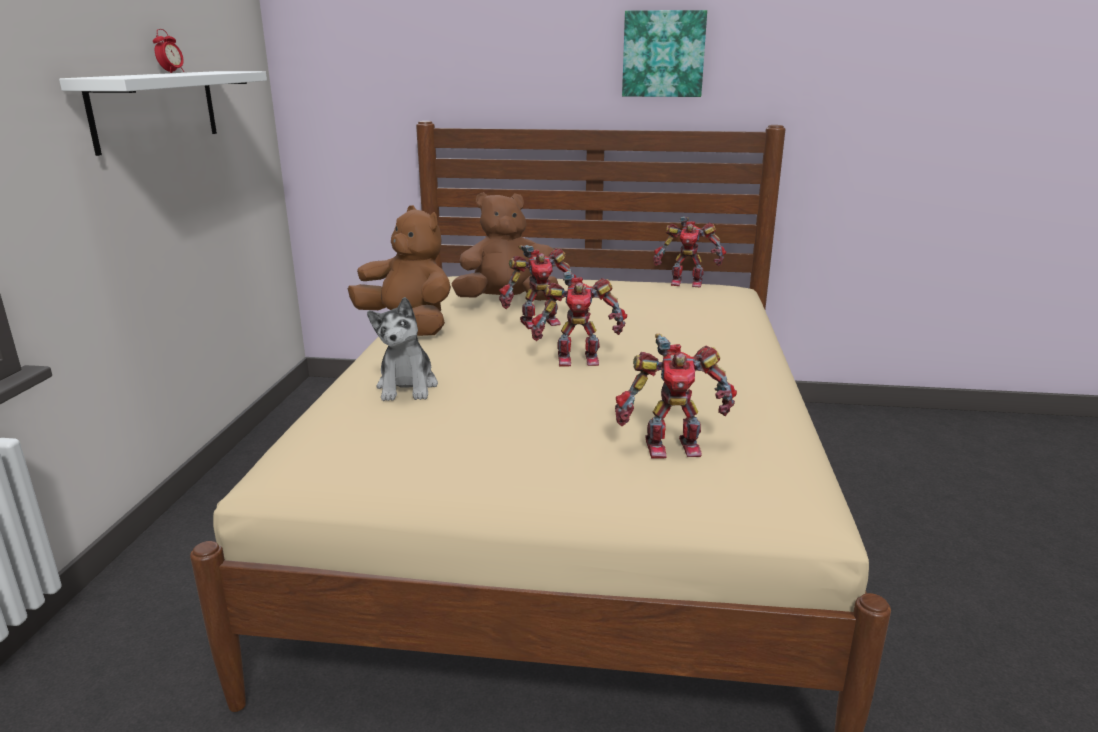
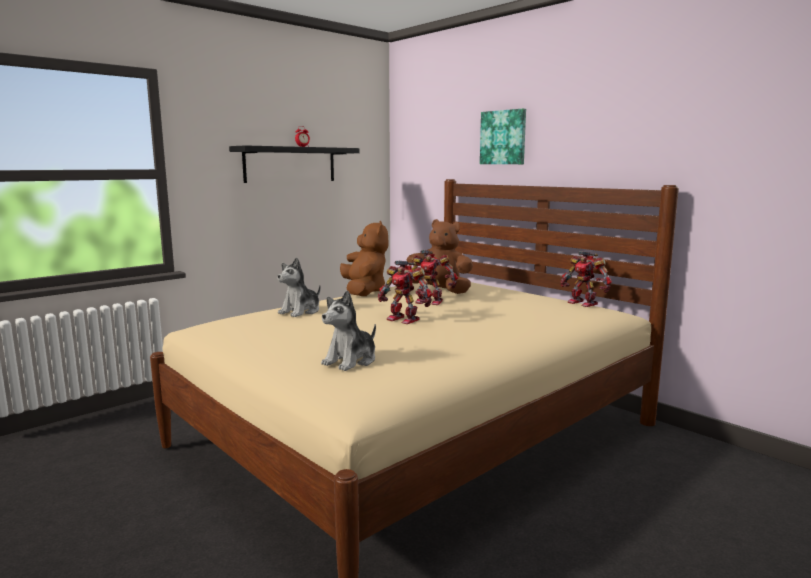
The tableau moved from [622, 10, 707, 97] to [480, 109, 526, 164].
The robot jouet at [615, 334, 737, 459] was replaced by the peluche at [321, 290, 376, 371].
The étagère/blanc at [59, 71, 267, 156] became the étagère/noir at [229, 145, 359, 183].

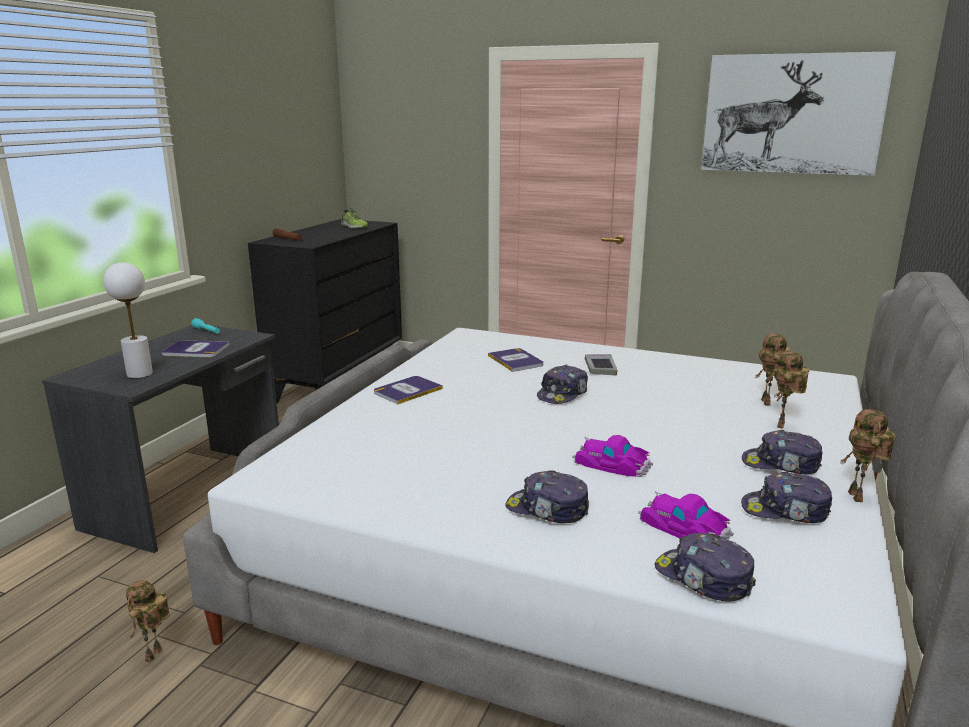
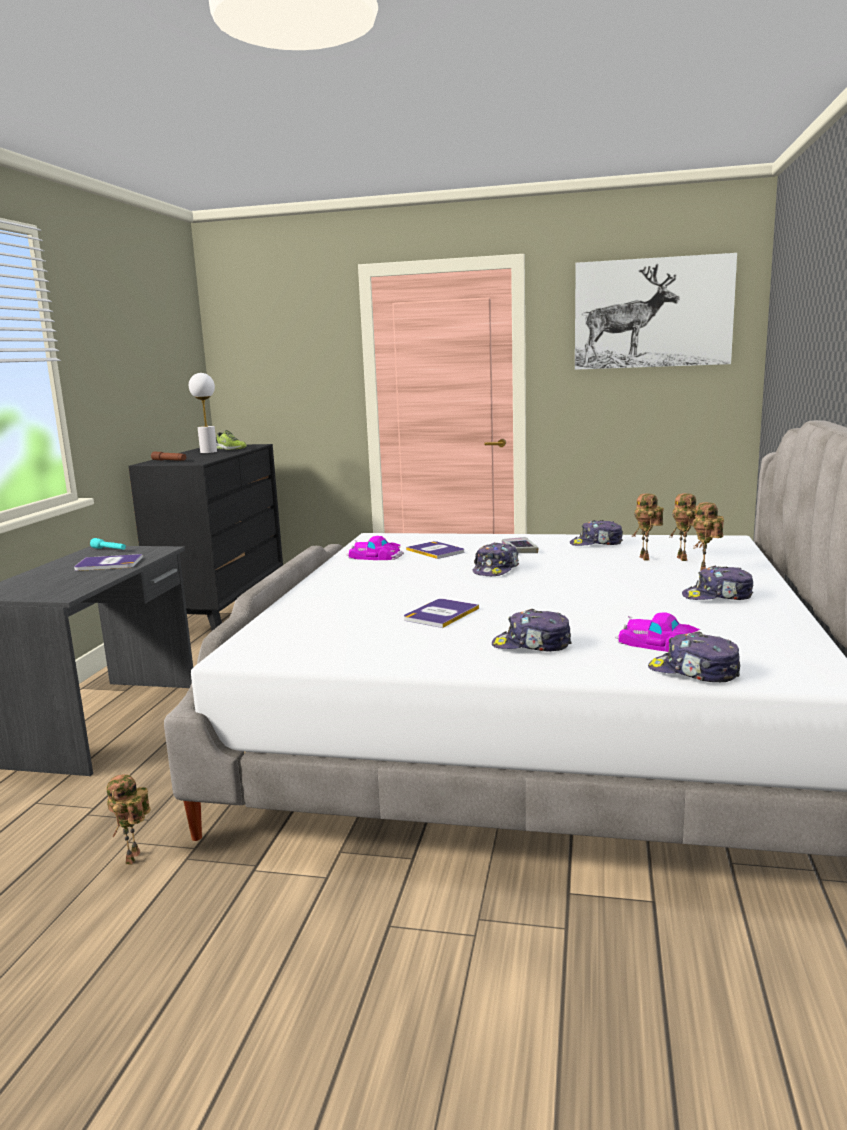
The lampe de table/blanc moved from [103, 262, 153, 378] to [189, 373, 217, 453].
The livre moved from [374, 376, 443, 404] to [404, 599, 479, 628].
The petite voiture moved from [572, 435, 653, 477] to [347, 536, 404, 560].
The casquette moved from [741, 471, 832, 523] to [570, 520, 623, 546].
The robot jouet moved from [840, 409, 896, 502] to [632, 493, 664, 561].

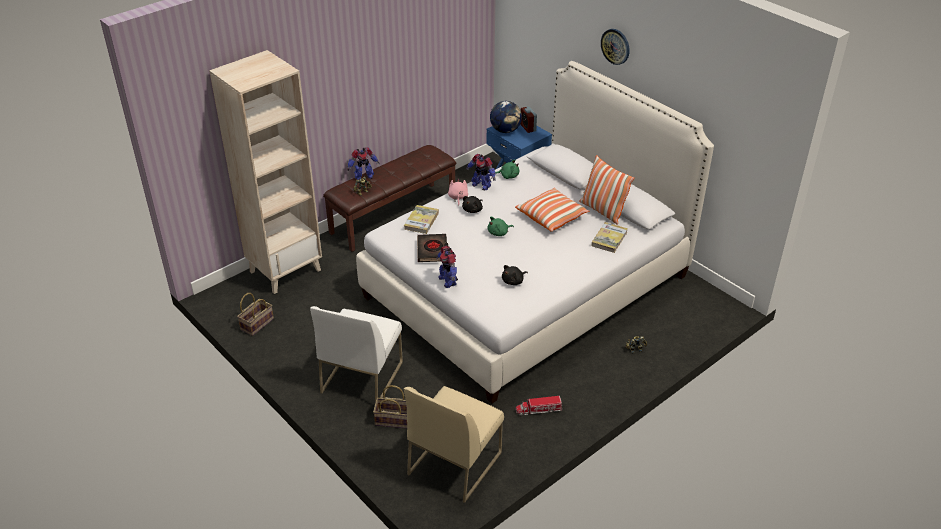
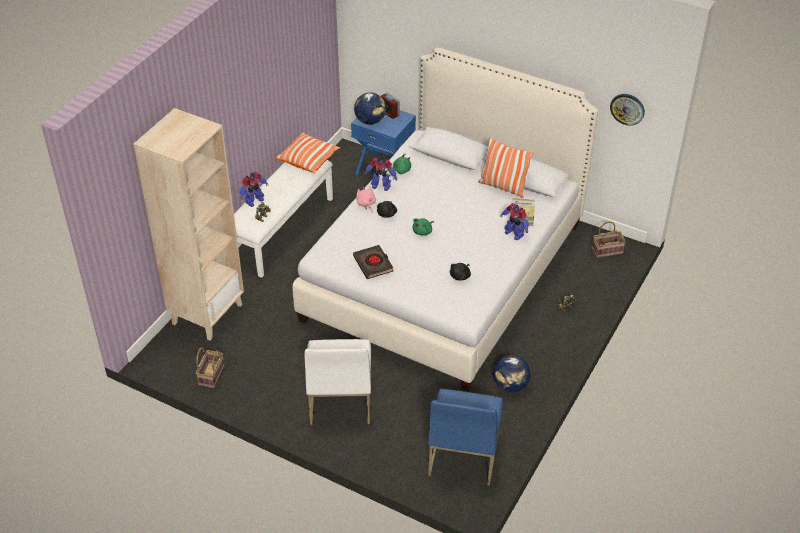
The livre at [404, 205, 439, 234] disappeared.
The panier moved from [373, 385, 407, 429] to [592, 222, 626, 258].
The robot jouet moved from [436, 246, 458, 288] to [500, 203, 529, 240].
The coussin moved from [515, 188, 589, 232] to [275, 133, 340, 173].
The horloge murale moved from [601, 29, 630, 65] to [610, 94, 645, 126].
The camion jouet at [516, 396, 563, 416] was replaced by the globe at [494, 355, 531, 392].
The banc/marron at [323, 145, 457, 252] became the banc/blanc at [234, 160, 333, 278].
The chaise/beige at [404, 386, 504, 503] became the chaise/bleu at [428, 389, 503, 486].

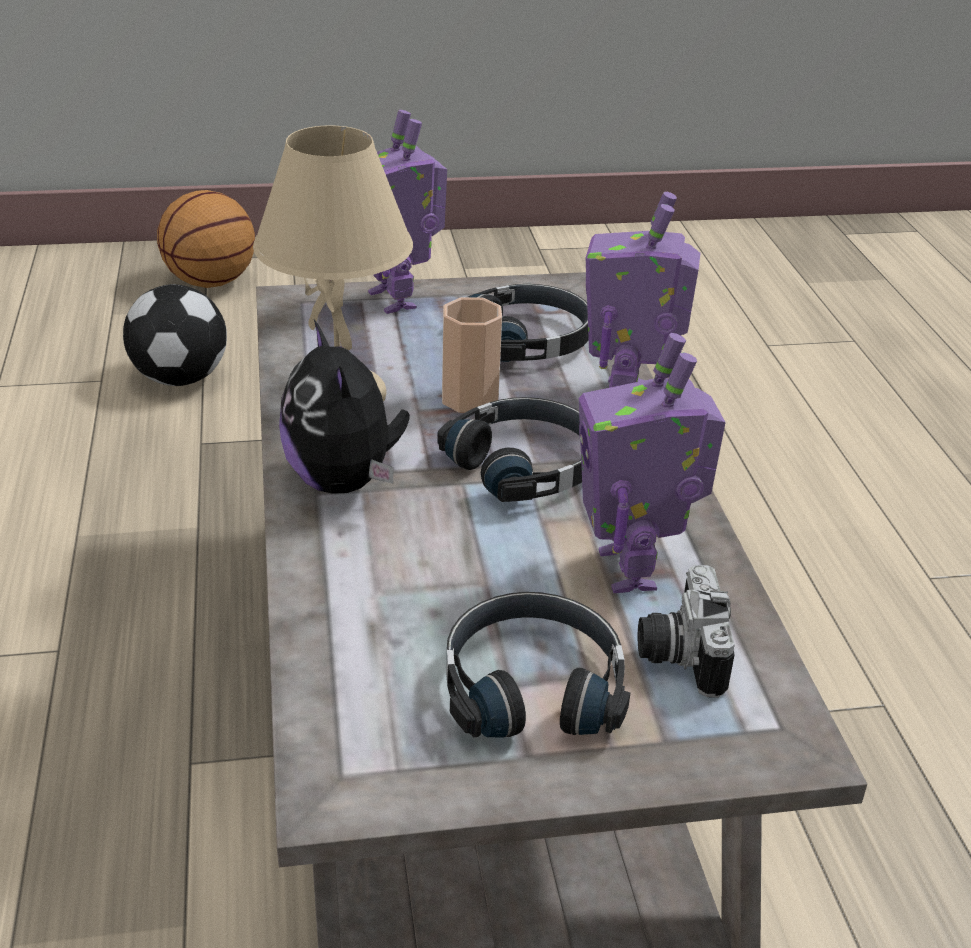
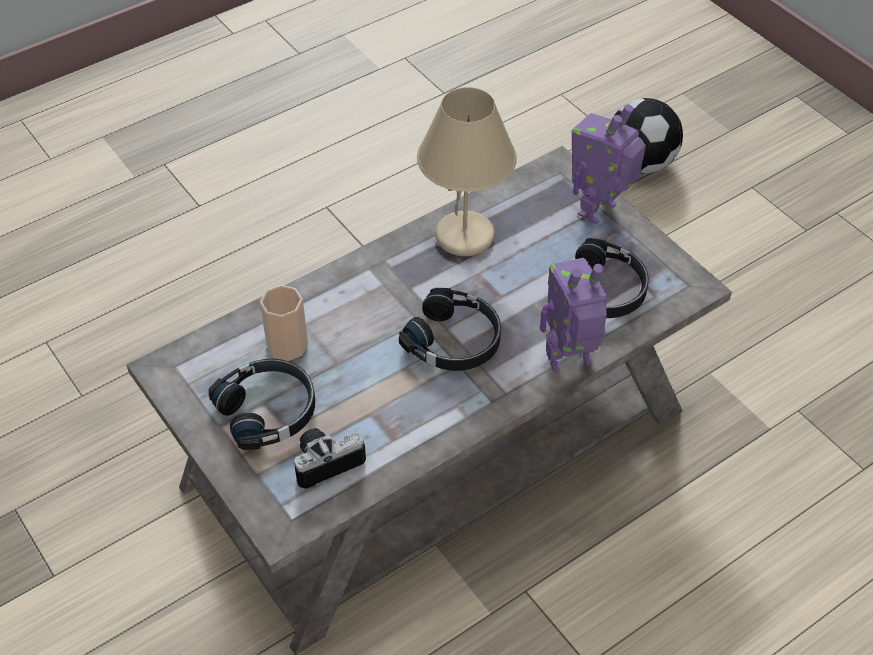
The ballon de basket at [157, 190, 255, 288] disappeared.
The peluche at [279, 320, 410, 494] disappeared.
The robot jouet at [579, 333, 726, 593] disappeared.
The tasse moved from [442, 297, 502, 413] to [260, 285, 308, 361].

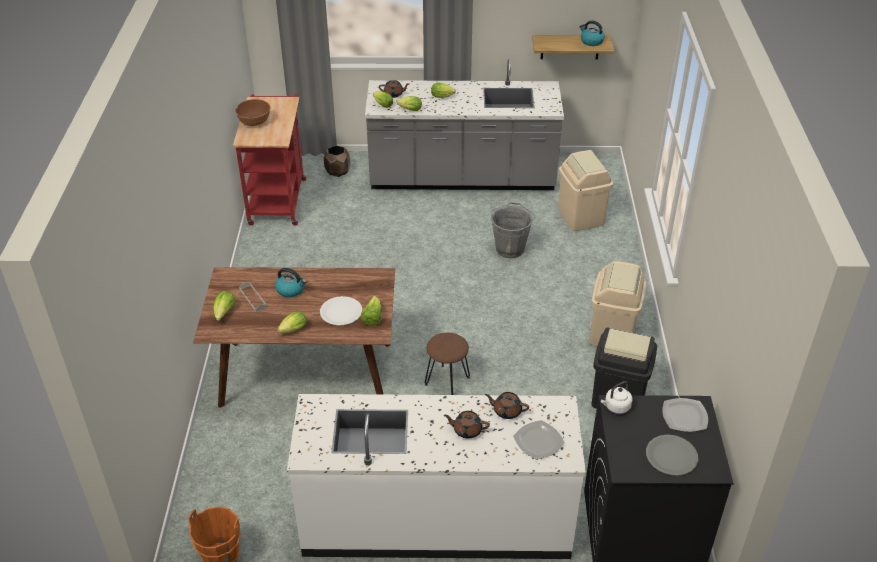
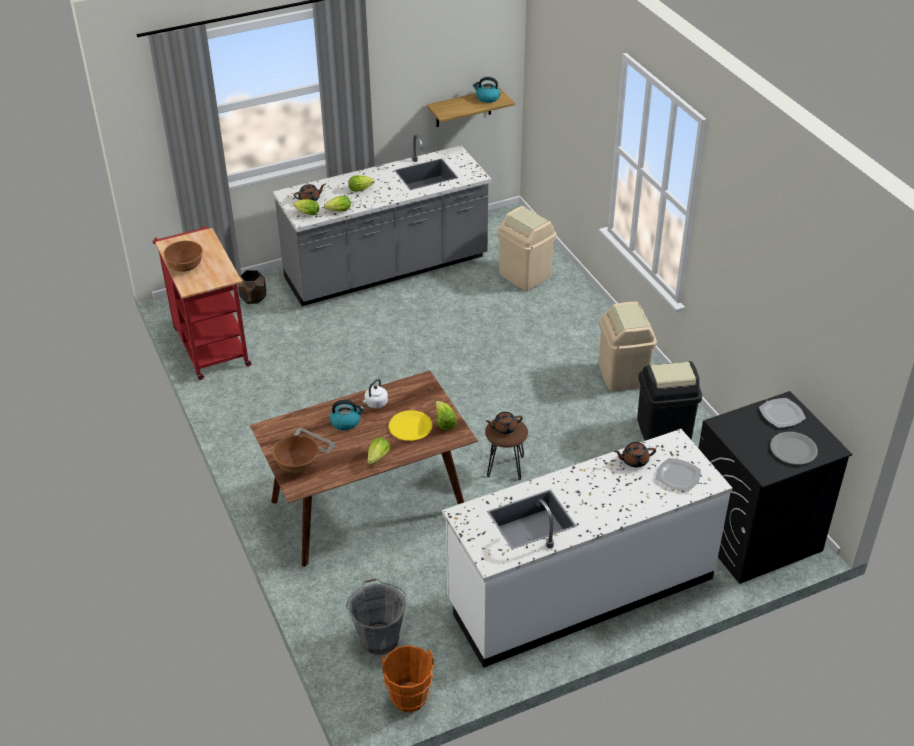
The théière/marron moved from [444, 411, 490, 439] to [485, 412, 523, 434].
The seau/gris moved from [491, 202, 536, 258] to [346, 578, 406, 655].
The bouilloire/blanc moved from [601, 381, 633, 414] to [362, 379, 388, 408].
The laitue at [213, 291, 236, 321] was replaced by the bol/marron at [273, 435, 319, 473].
The assiette/blanc at [320, 296, 362, 326] became the assiette/jaune at [389, 410, 432, 441].

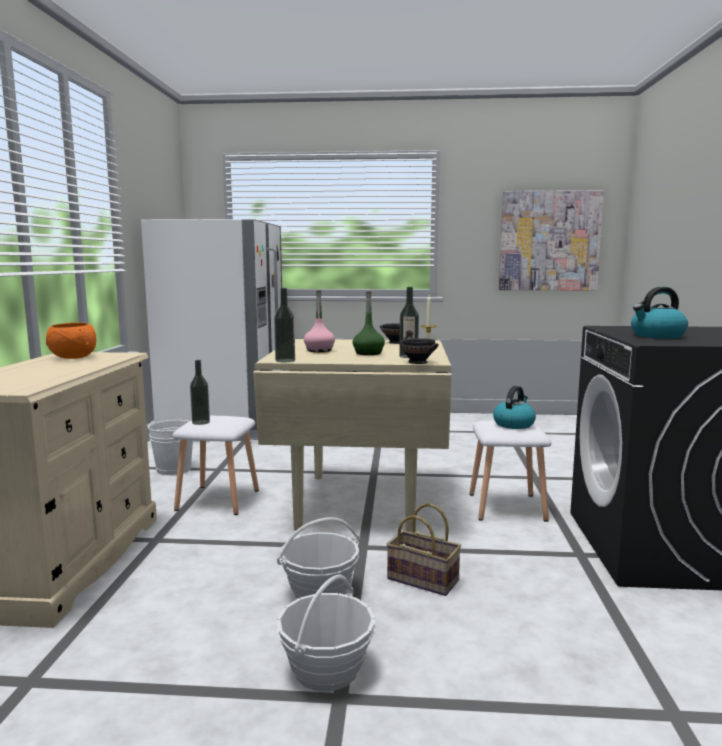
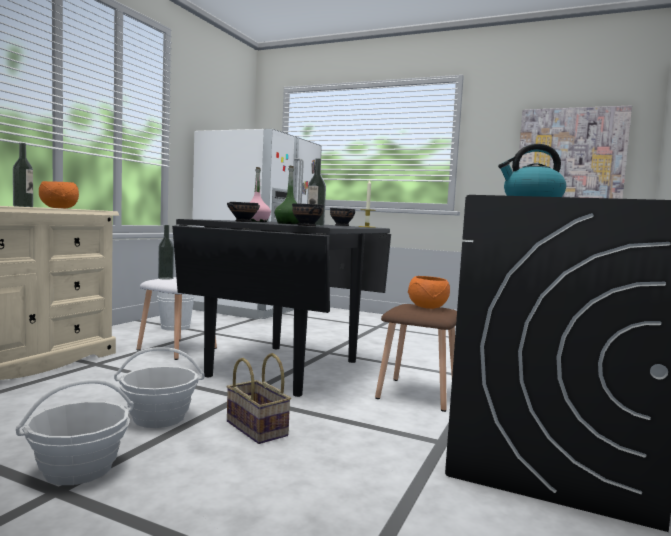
The bol/noir at [227, 202, 260, 222] appeared.
The bouteille moved from [274, 288, 295, 362] to [13, 143, 33, 207].
The bouilloire at [493, 386, 536, 429] was replaced by the bol/orange at [408, 276, 450, 309].
The table à manger/beige at [253, 339, 452, 533] became the table à manger/noir at [172, 219, 391, 397].
The tabouret/blanc at [469, 421, 551, 522] became the tabouret/marron at [375, 304, 457, 412].

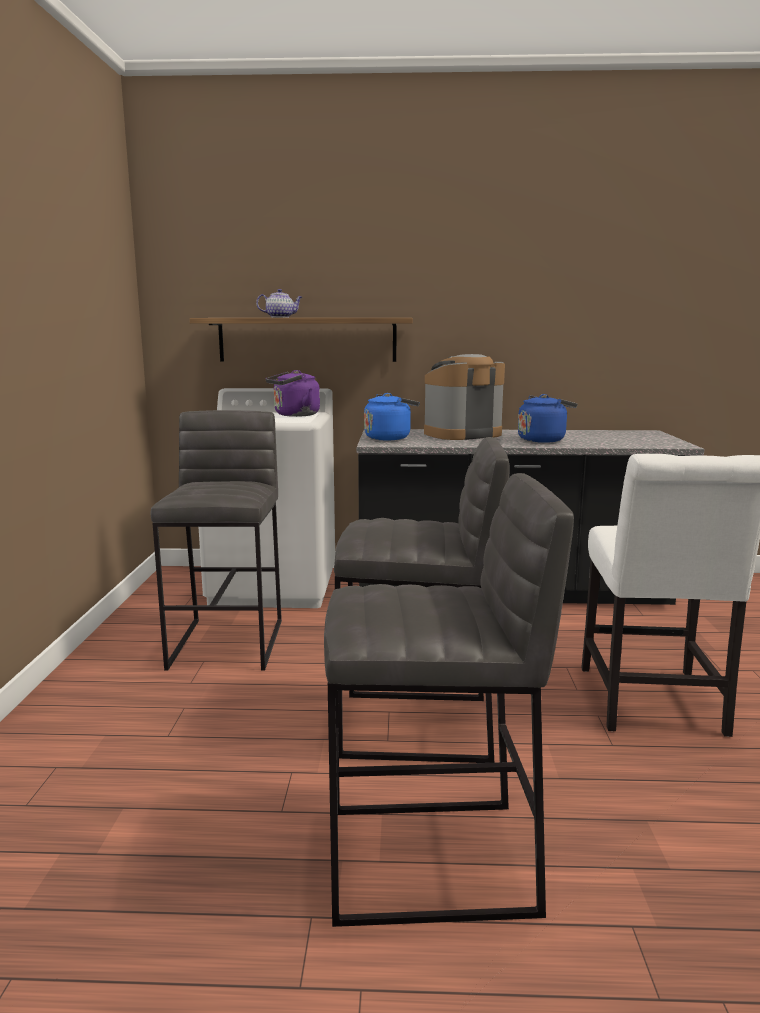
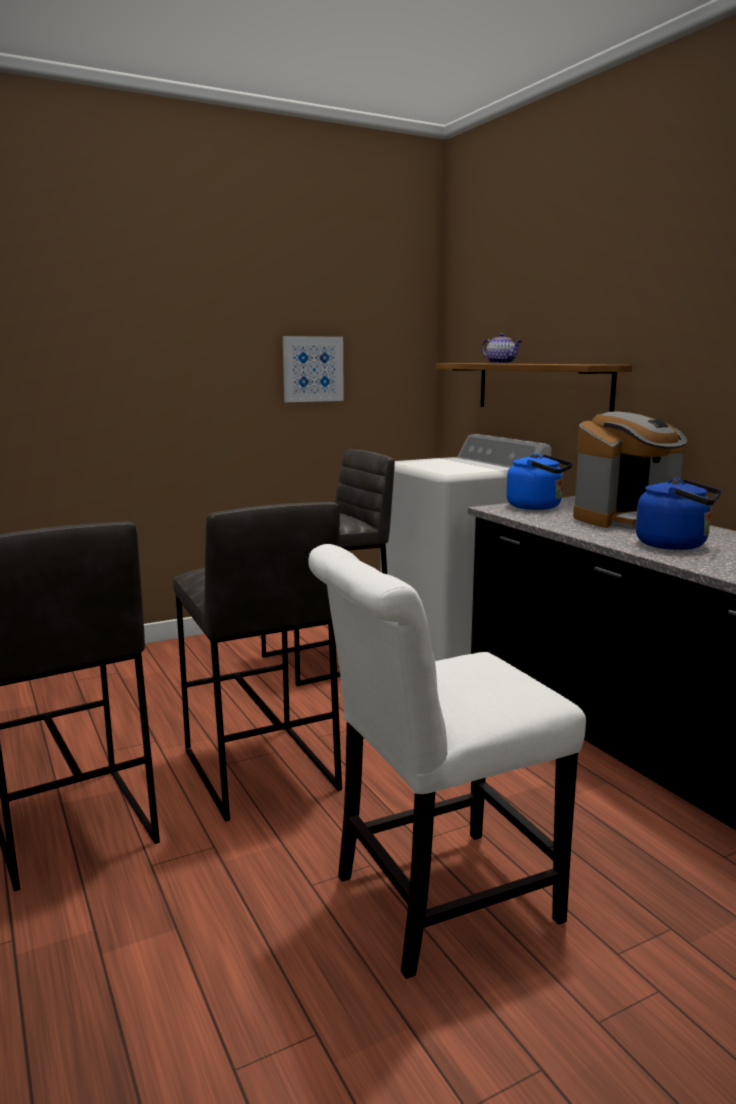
The bouilloire/violet at [266, 370, 320, 417] disappeared.
The tableau at [283, 336, 344, 402] appeared.
The machine à café at [424, 354, 505, 440] turned 120 degrees clockwise.

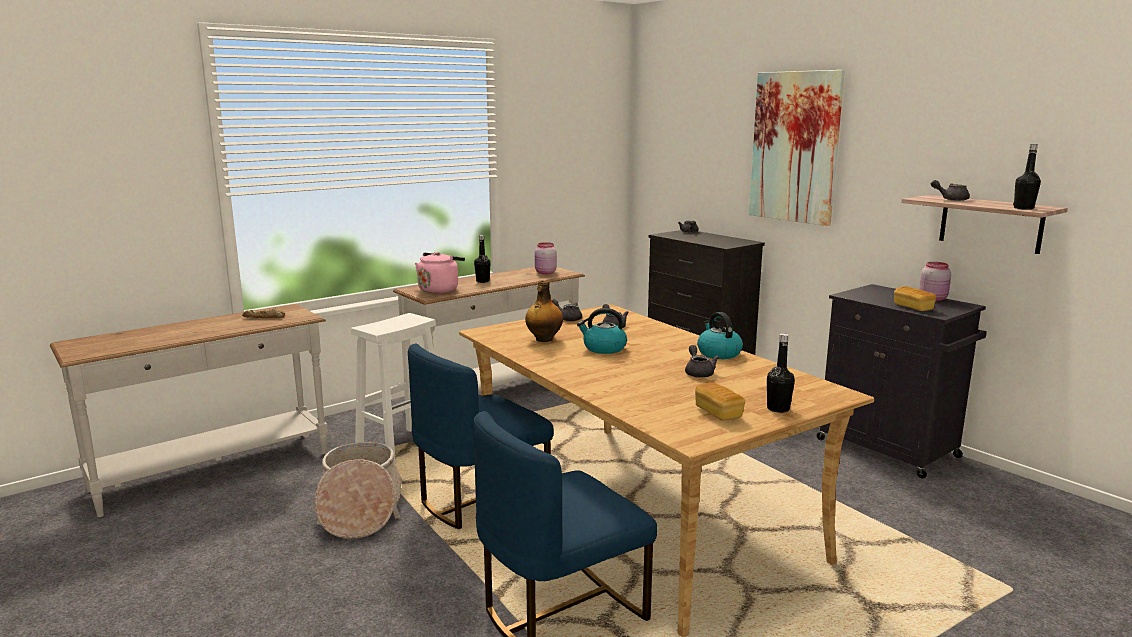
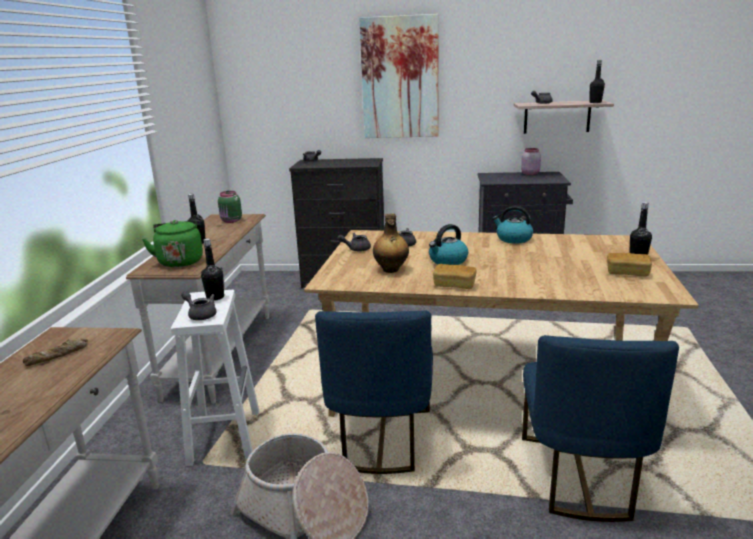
The bouteille/noir at [201, 239, 224, 301] appeared.
The théière/gris moved from [685, 345, 719, 378] to [181, 291, 216, 320].
The pain moved from [894, 286, 936, 311] to [433, 264, 477, 289].
The bouilloire/rose at [415, 252, 465, 293] became the bouilloire/vert at [142, 220, 203, 267].
The bocal/rose at [535, 242, 557, 274] became the bocal/vert at [218, 191, 242, 223].

